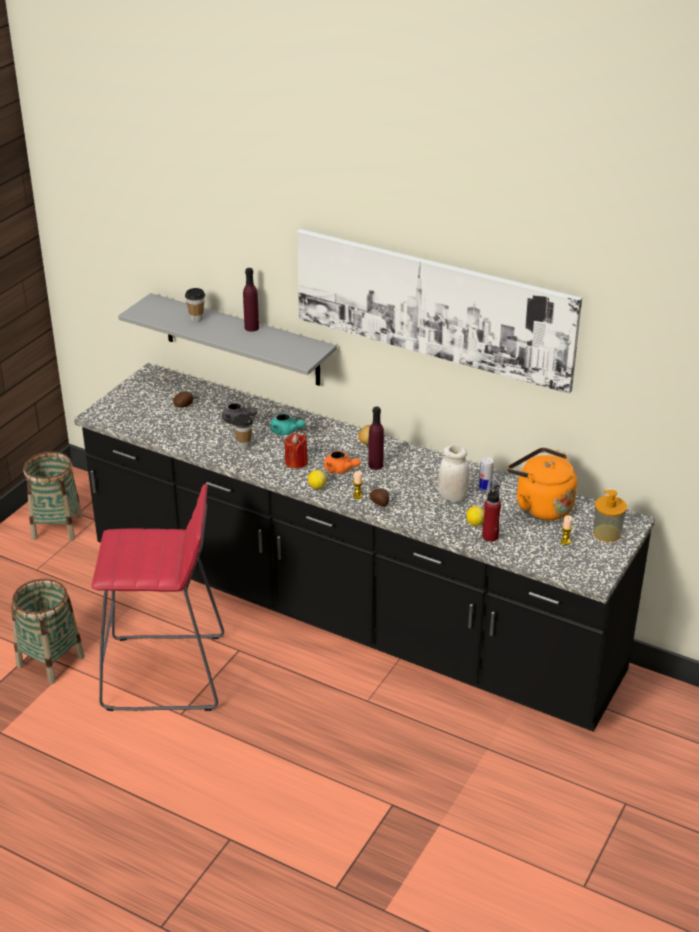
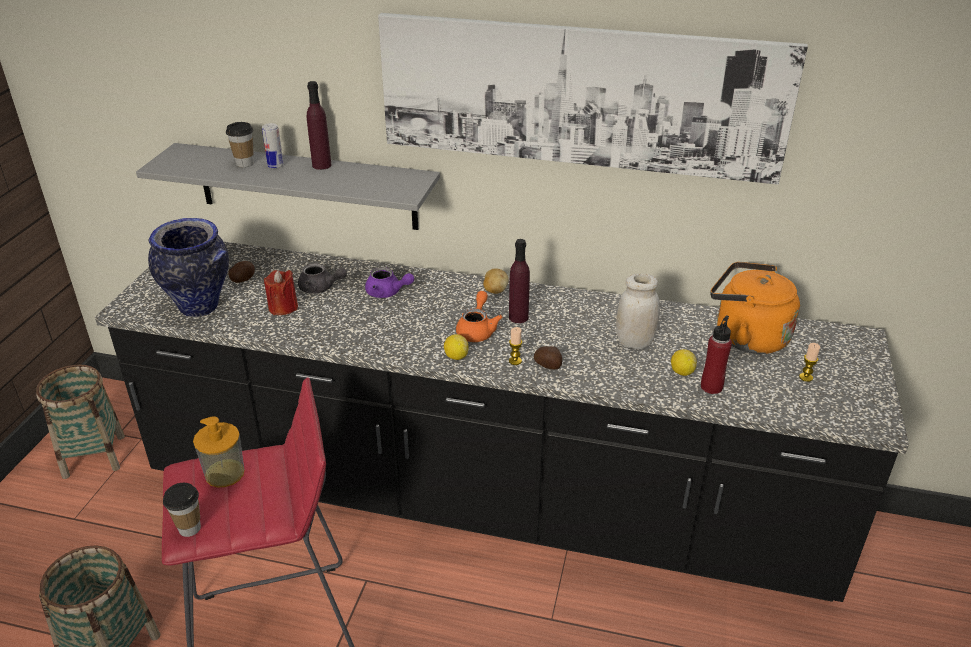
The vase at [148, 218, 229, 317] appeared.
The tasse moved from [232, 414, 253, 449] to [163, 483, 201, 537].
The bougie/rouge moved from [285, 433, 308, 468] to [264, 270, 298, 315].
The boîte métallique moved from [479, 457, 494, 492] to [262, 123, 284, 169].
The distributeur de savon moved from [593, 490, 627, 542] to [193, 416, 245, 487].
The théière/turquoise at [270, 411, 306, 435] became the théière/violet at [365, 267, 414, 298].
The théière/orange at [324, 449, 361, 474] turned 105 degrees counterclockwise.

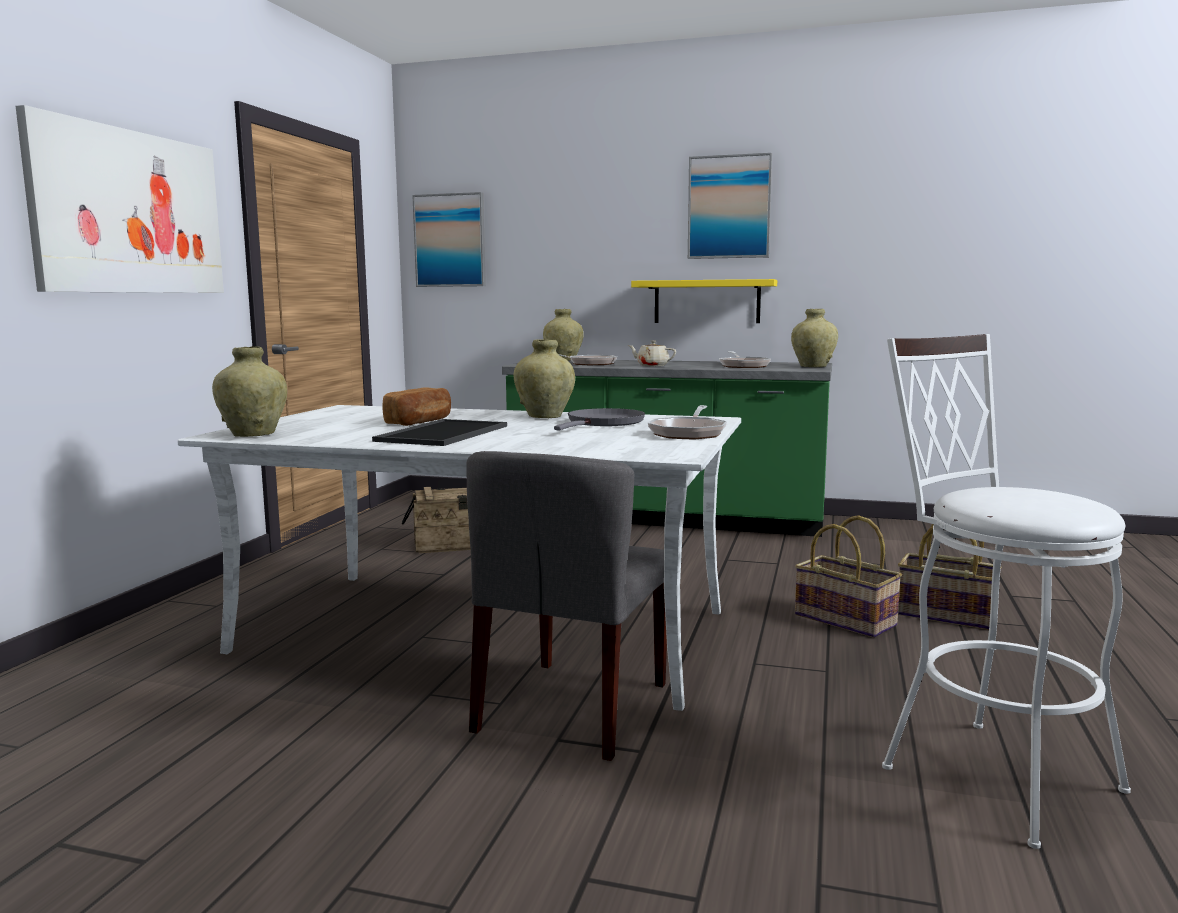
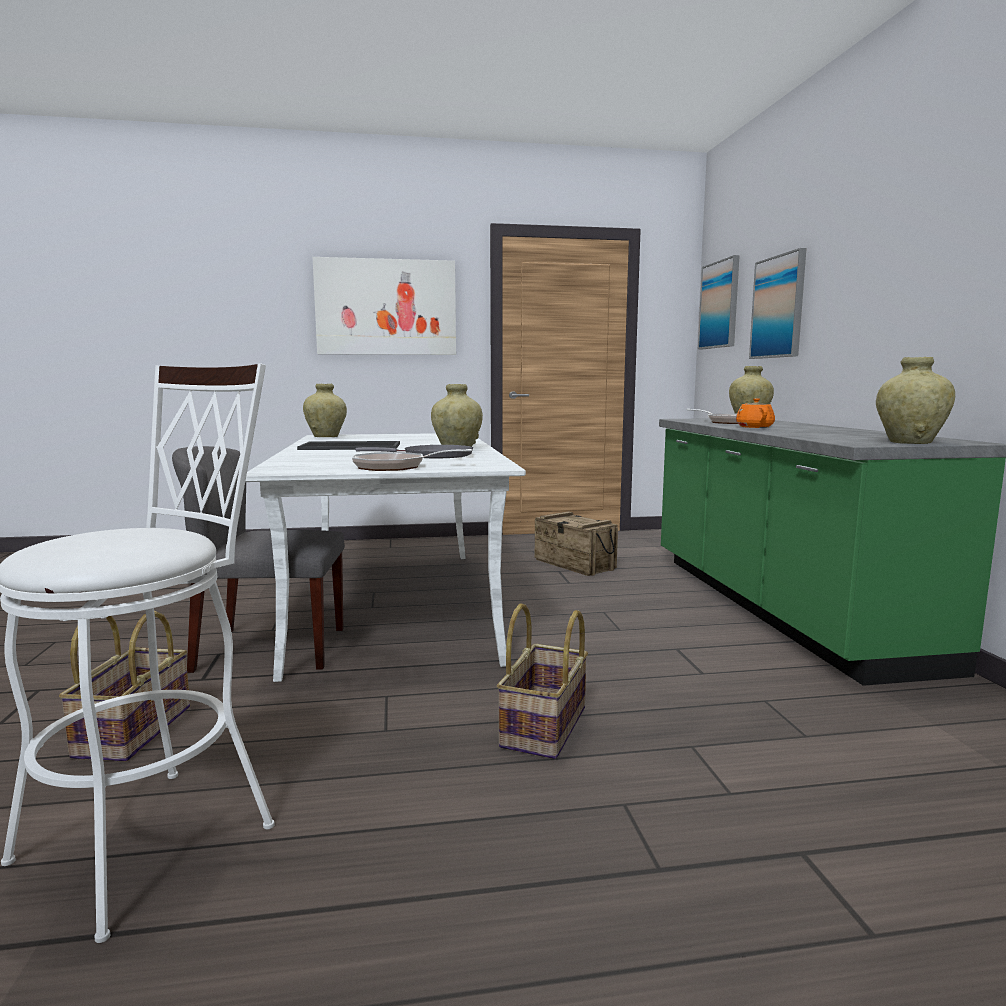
The pain at [383, 388, 451, 426] disappeared.
The étagère/jaune at [631, 279, 777, 323] disappeared.
The poêle at [719, 351, 771, 368] disappeared.
The tableau moved from [688, 153, 772, 259] to [749, 248, 807, 359].
The panier moved from [898, 524, 1001, 630] to [59, 611, 190, 762].
The théière/beige at [628, 340, 676, 366] became the théière/orange at [736, 398, 775, 428].

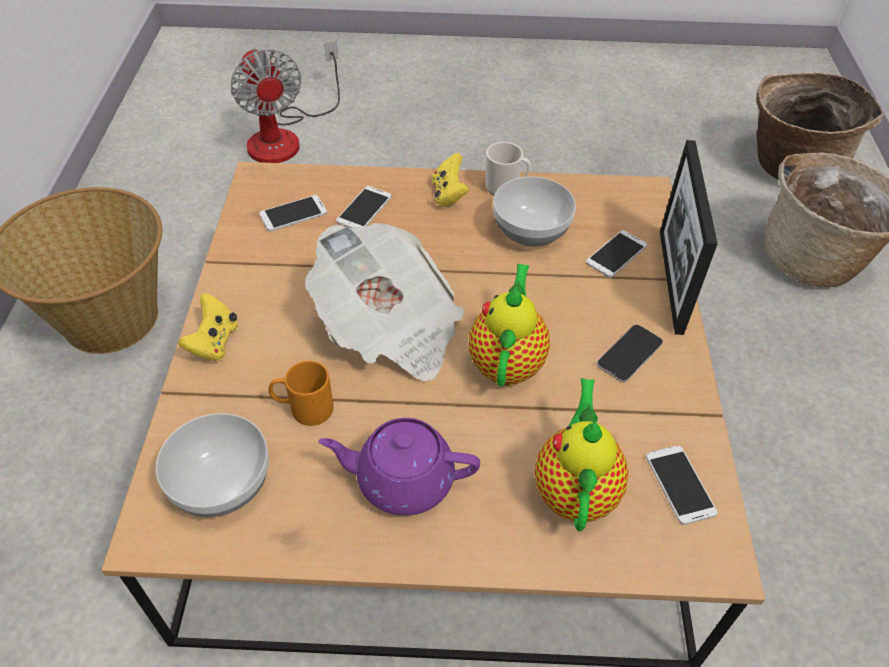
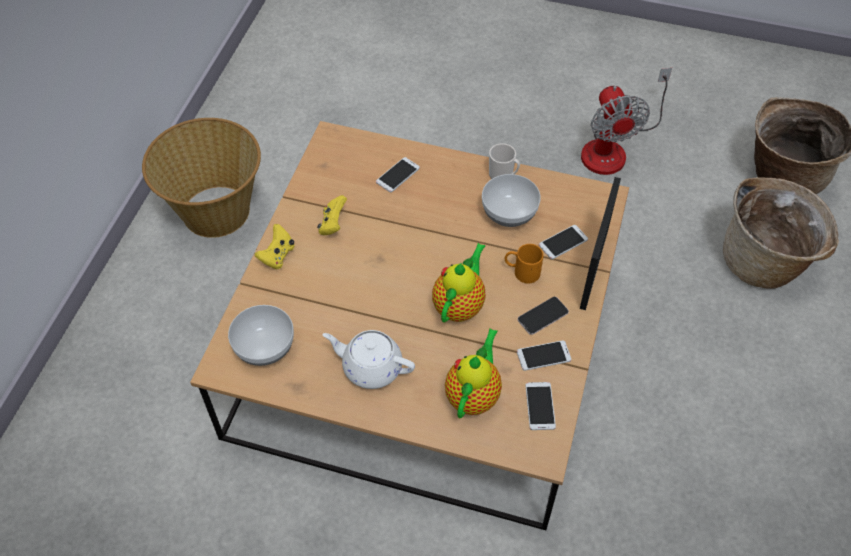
The journal at [305, 223, 464, 381] disappeared.
The ventilateur moved from [230, 41, 340, 163] to [581, 68, 672, 175].
The téléphone moved from [259, 195, 327, 231] to [517, 340, 571, 371].
The mug/orange moved from [268, 361, 334, 426] to [505, 244, 544, 283].
The manette/jaune moved from [432, 153, 469, 207] to [317, 195, 347, 235].
The théière/violet at [318, 418, 480, 516] became the théière/blanc at [323, 330, 415, 389].

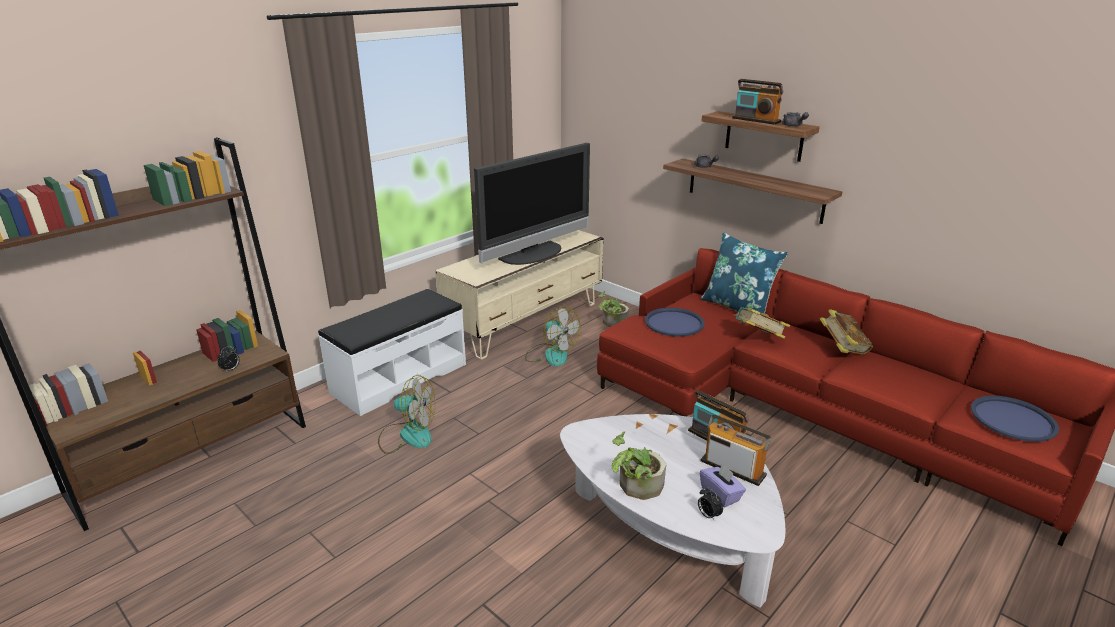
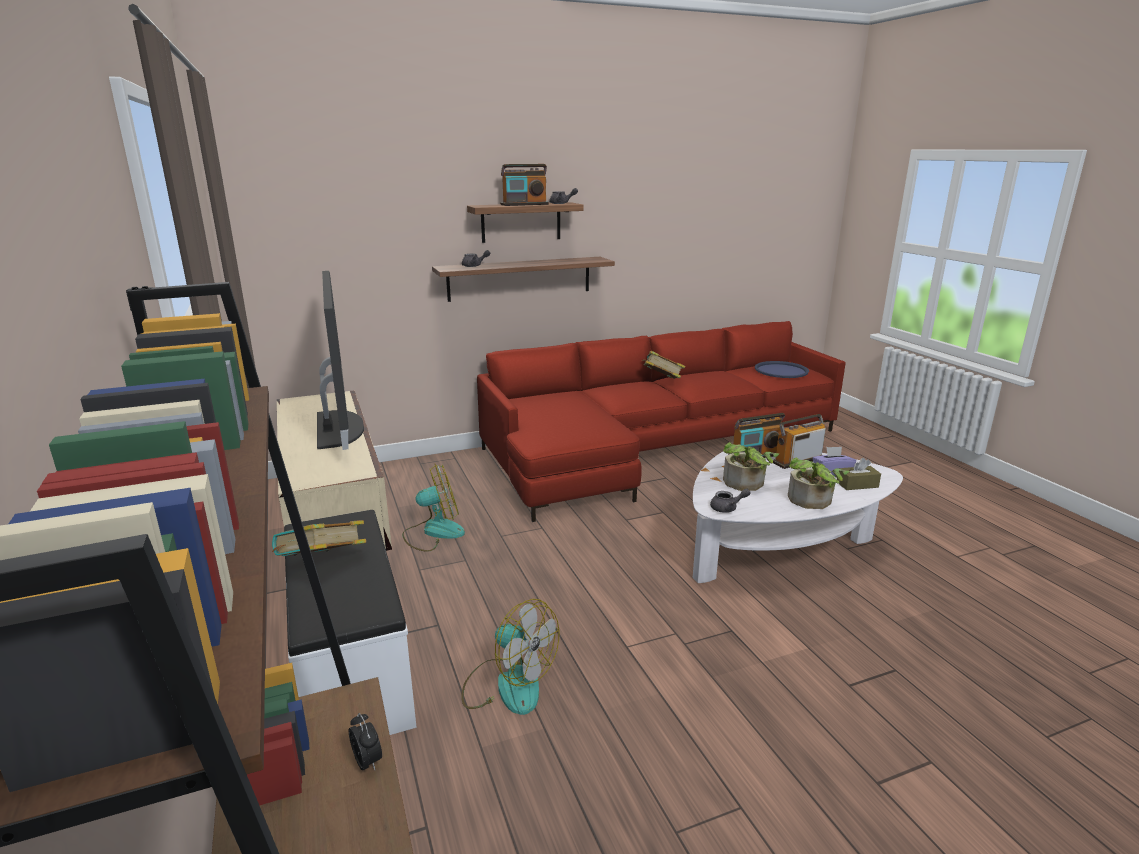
The plateau/bleu at [645, 308, 705, 337] disappeared.
The coussin/bleu at [701, 232, 788, 313] disappeared.
The théière/gris at [710, 488, 751, 513] appeared.
The plante en pot moved from [598, 291, 629, 327] to [723, 442, 779, 491].
The livre moved from [734, 307, 790, 338] to [272, 520, 366, 556].
The réveil at [698, 487, 723, 520] was replaced by the boîte à mouchoirs/marron at [837, 458, 881, 490].
The ventilateur at [378, 375, 435, 454] turned 90 degrees clockwise.

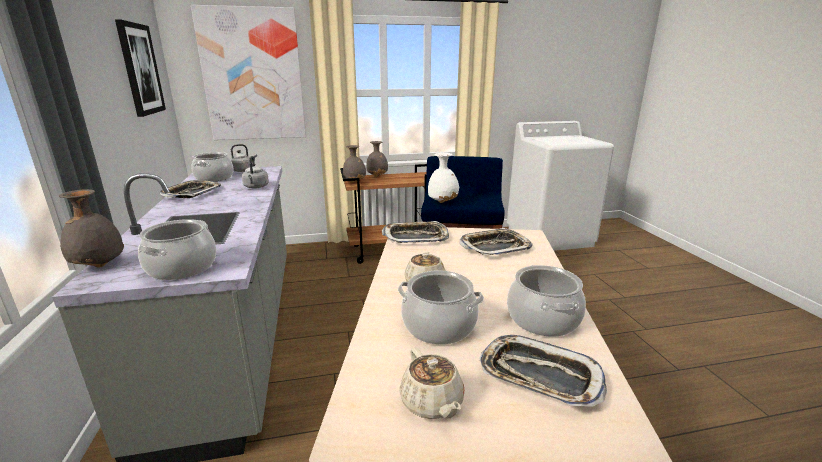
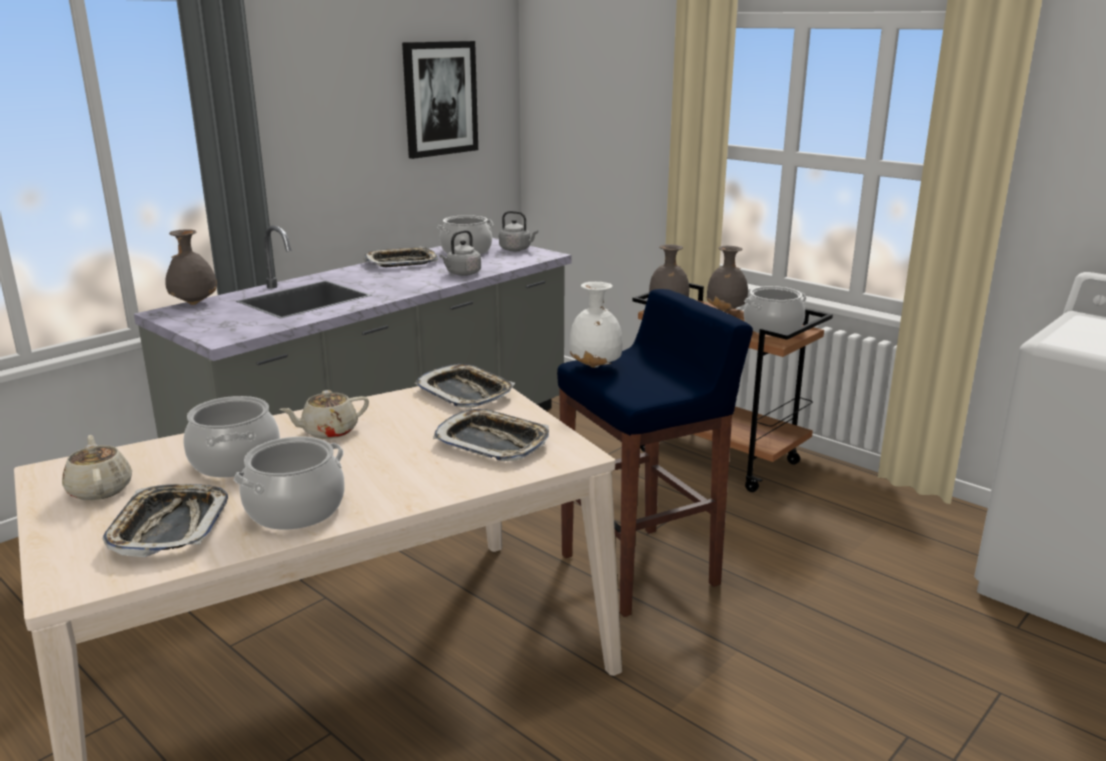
The tableau at [191, 5, 306, 140] disappeared.
The marmite moved from [138, 219, 216, 280] to [744, 286, 807, 334].
The théière/beige at [399, 347, 464, 419] turned 120 degrees clockwise.

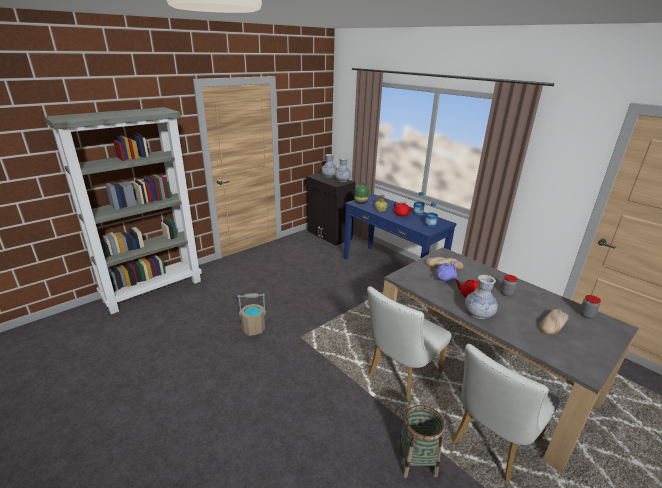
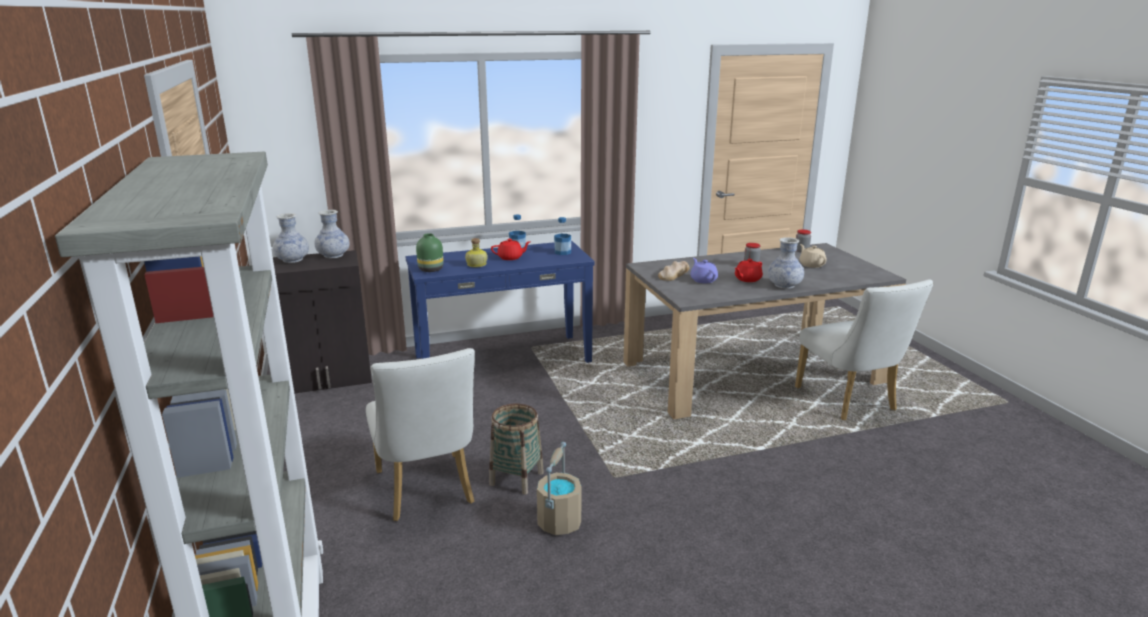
The chaise/blanc moved from [367, 286, 451, 402] to [366, 348, 475, 521].
The panier moved from [397, 405, 445, 478] to [489, 404, 544, 495].
The pain at [540, 309, 569, 334] was replaced by the théière/beige at [799, 244, 827, 268].

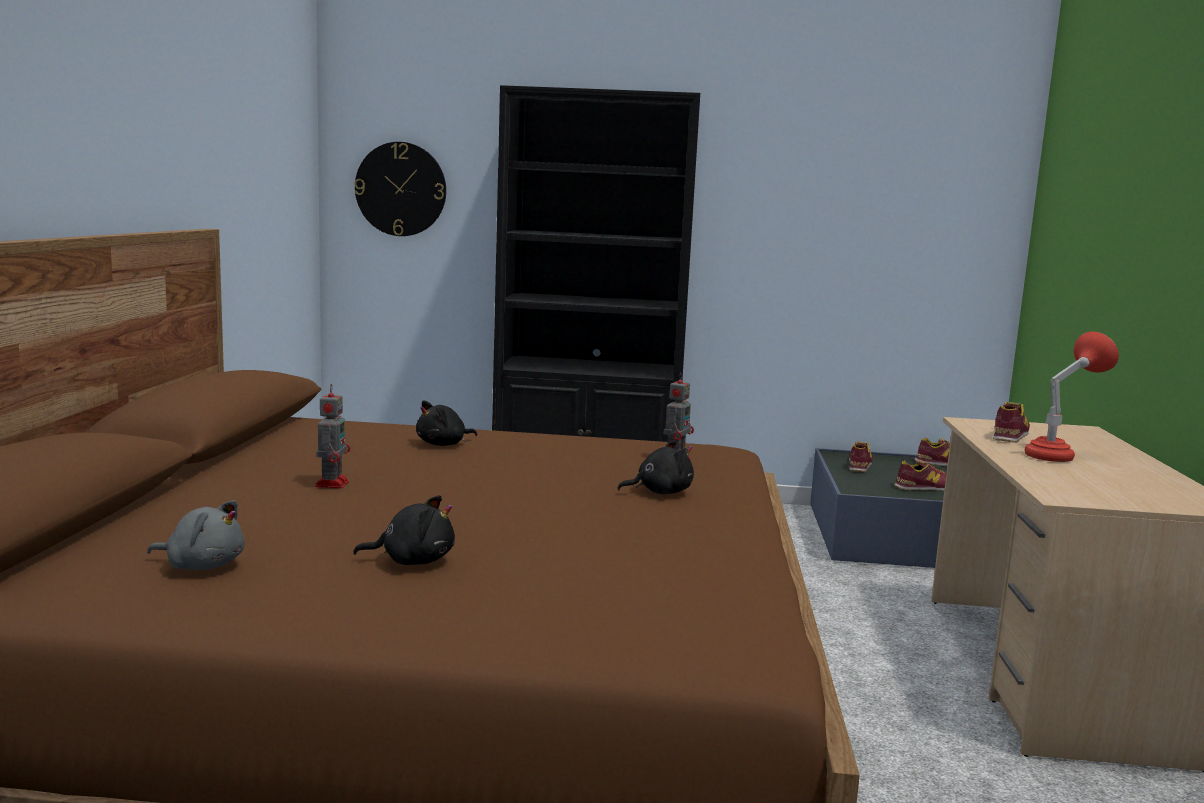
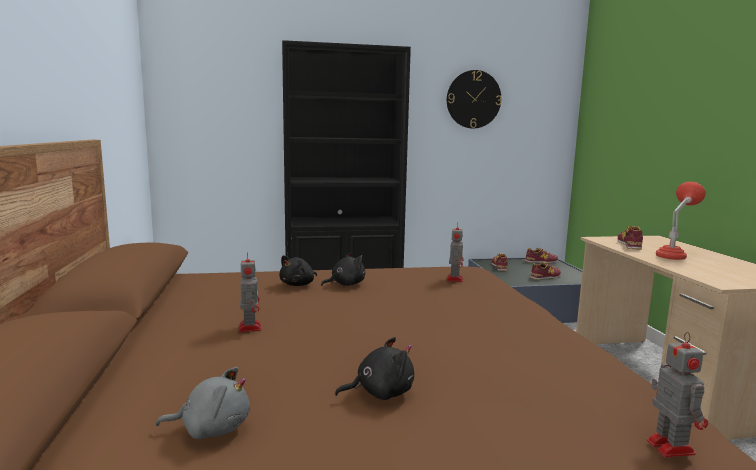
The robot jouet at [647, 332, 708, 457] appeared.
The horloge murale moved from [354, 142, 446, 236] to [447, 70, 502, 128].
The peluche/noir moved from [617, 440, 694, 495] to [321, 252, 365, 286].

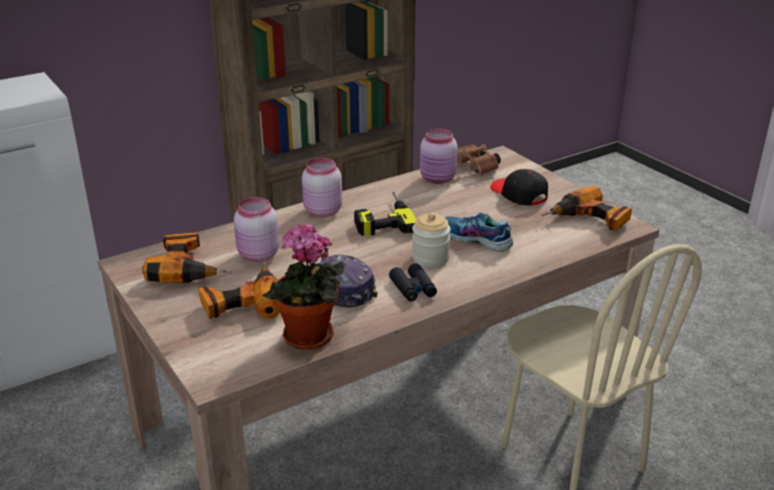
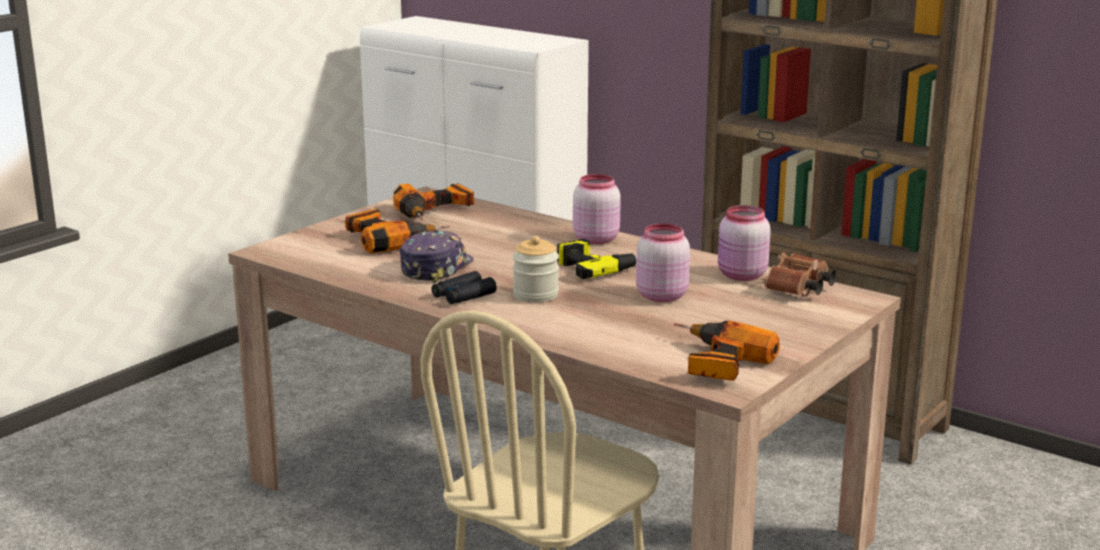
The plante en pot at [263, 224, 345, 349] disappeared.
The chaussure at [445, 213, 513, 252] disappeared.
The casquette/noir at [490, 169, 548, 206] disappeared.
The bocal/rose moved from [234, 197, 279, 262] to [636, 223, 690, 302].

